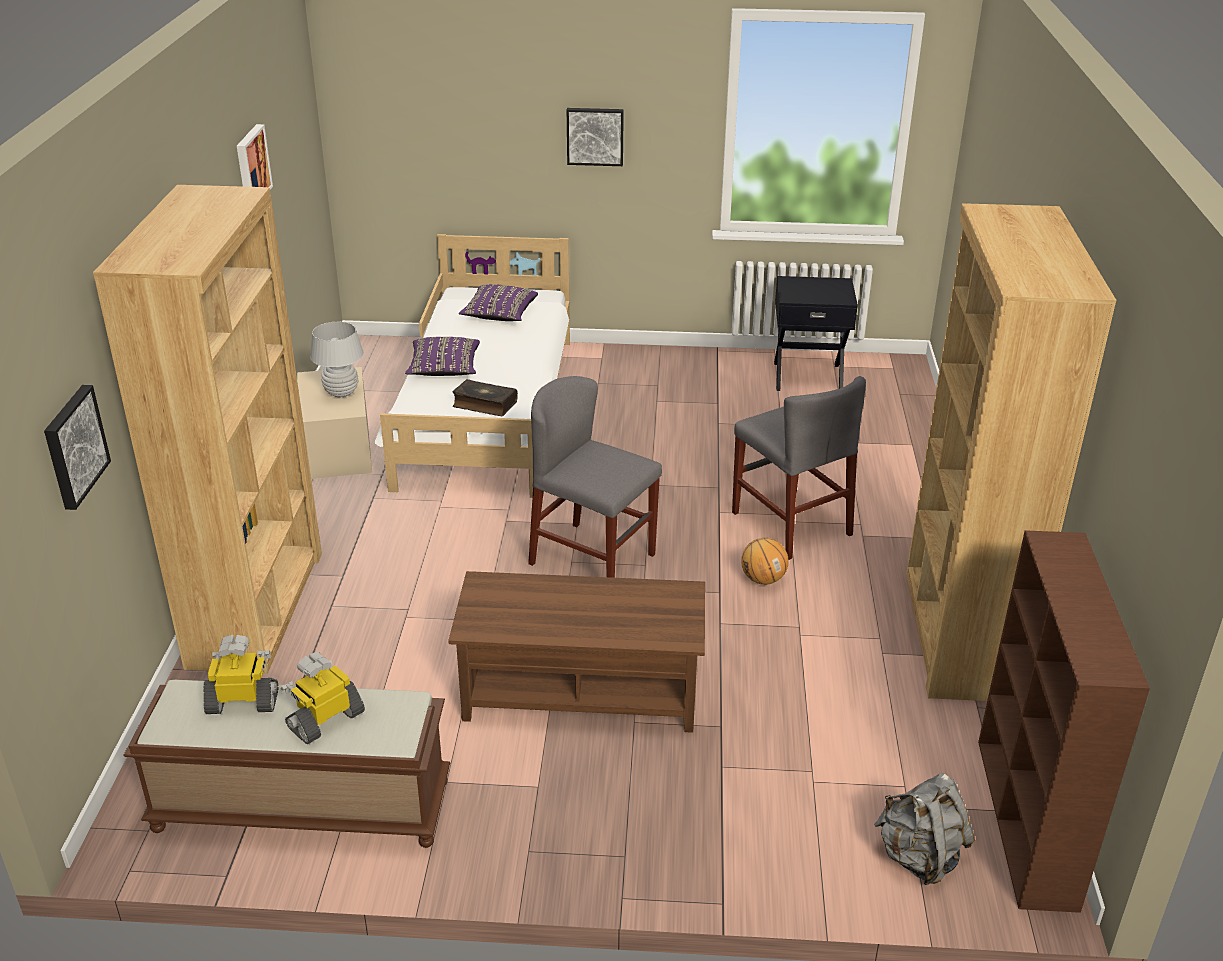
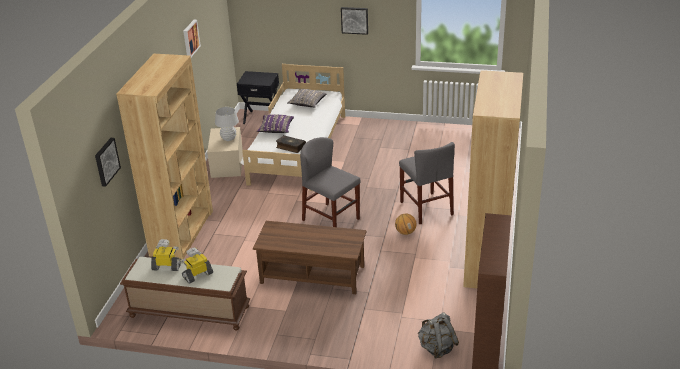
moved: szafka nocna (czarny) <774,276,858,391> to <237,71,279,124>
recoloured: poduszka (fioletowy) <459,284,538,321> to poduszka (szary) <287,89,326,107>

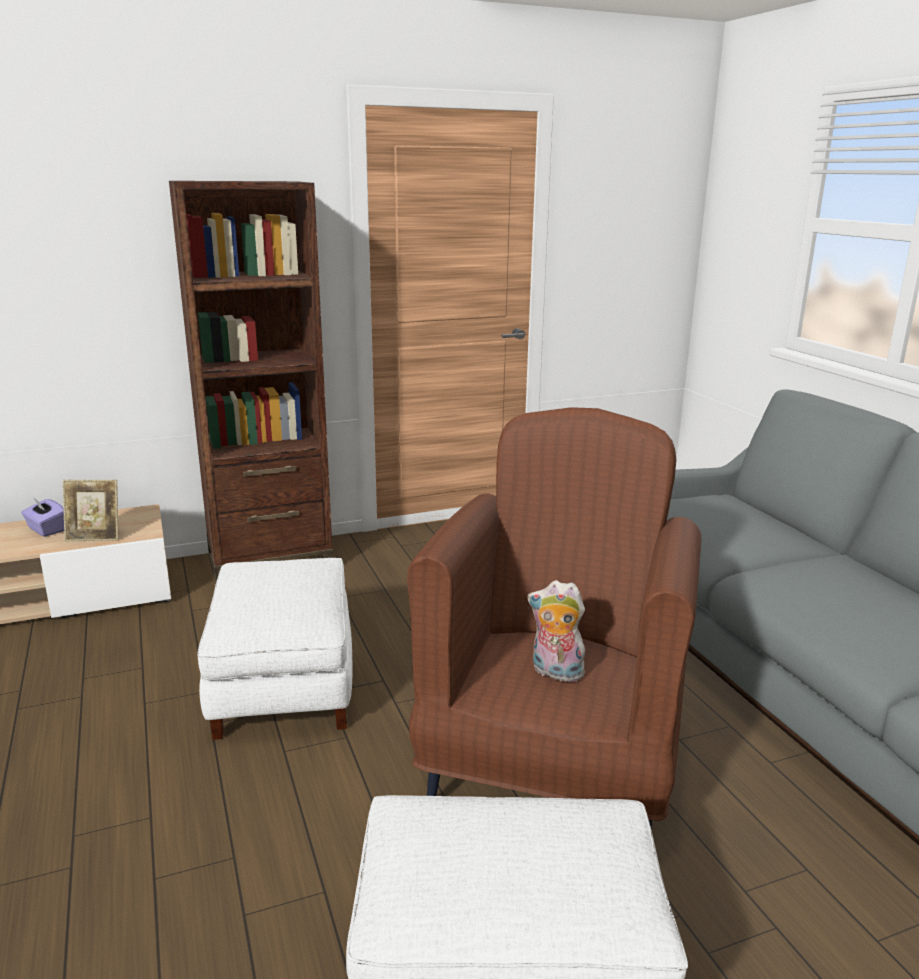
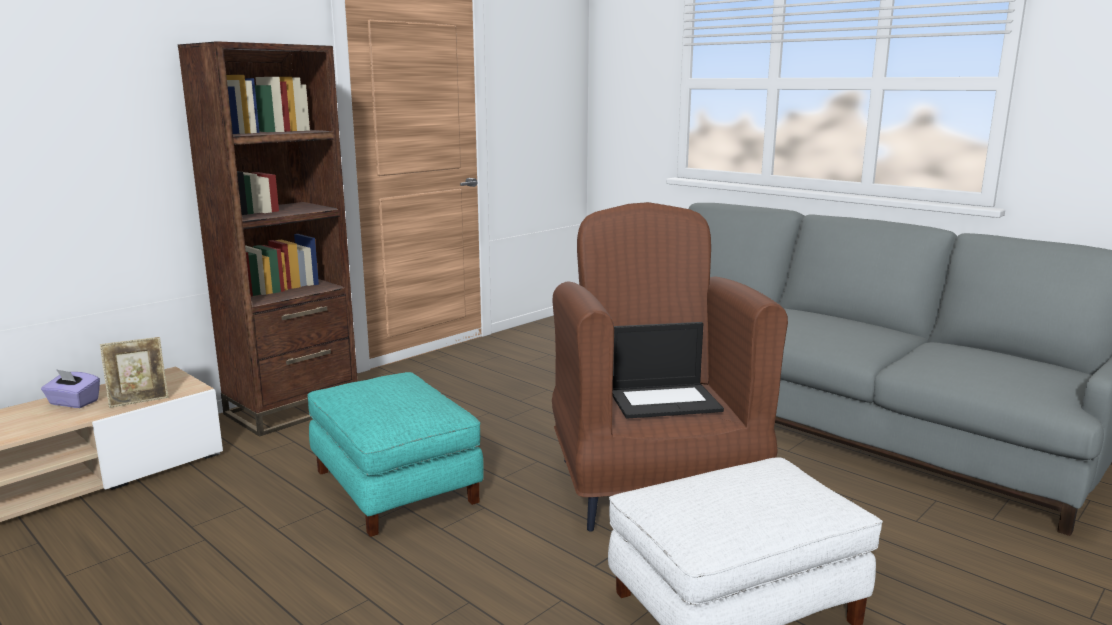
replaced: pluszak <528,580,590,684> to laptop <613,322,724,419>
recoloured: pufa (biały) <197,558,352,740> to pufa (turkusowy) <307,372,484,537>

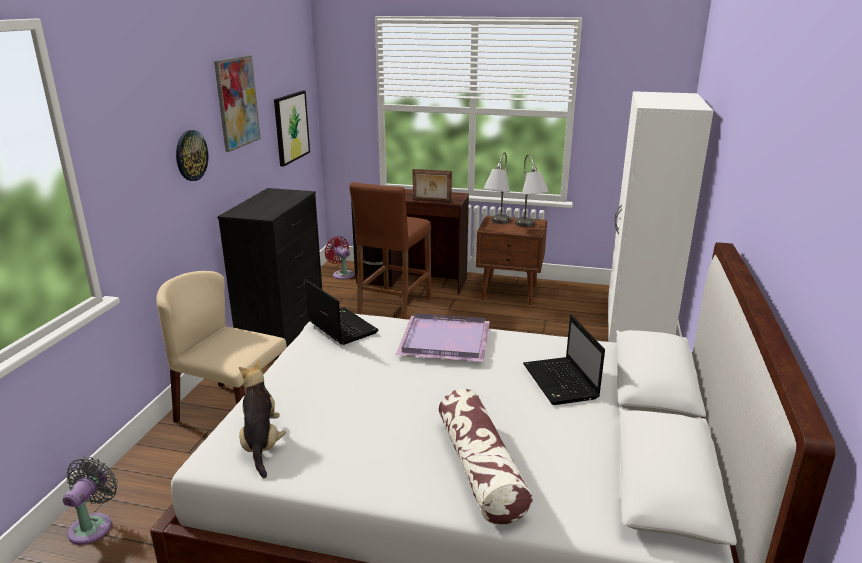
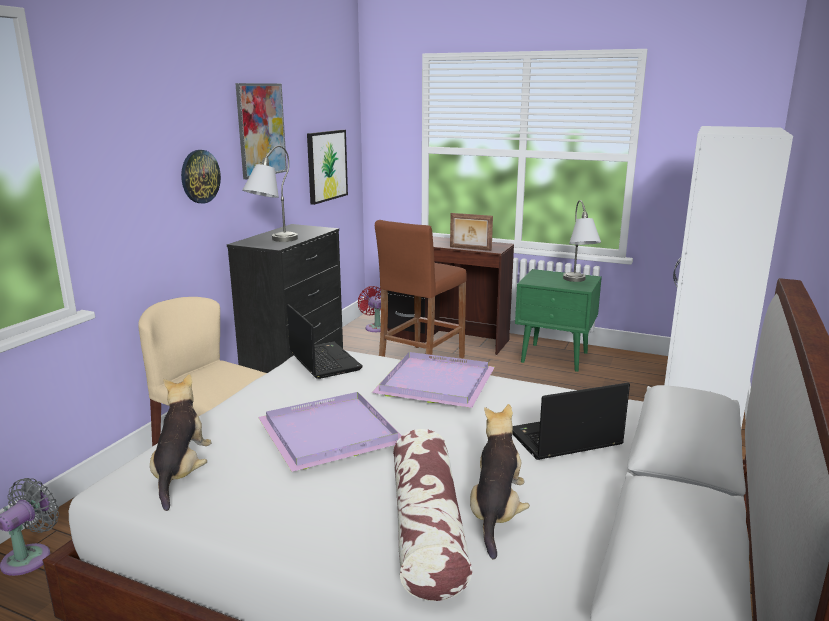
added: taca (fioletowy) <258,392,402,472>; pluszak <470,404,530,559>
moved: lampa stołowa (szary) <483,152,511,224> to <243,146,298,242>
recoloured: szafka nocna (brązowy) <476,215,547,305> to szafka nocna (zielony) <515,269,602,372>
turned: laptop <523,315,605,405> = <512,383,630,460> 75 degrees clockwise

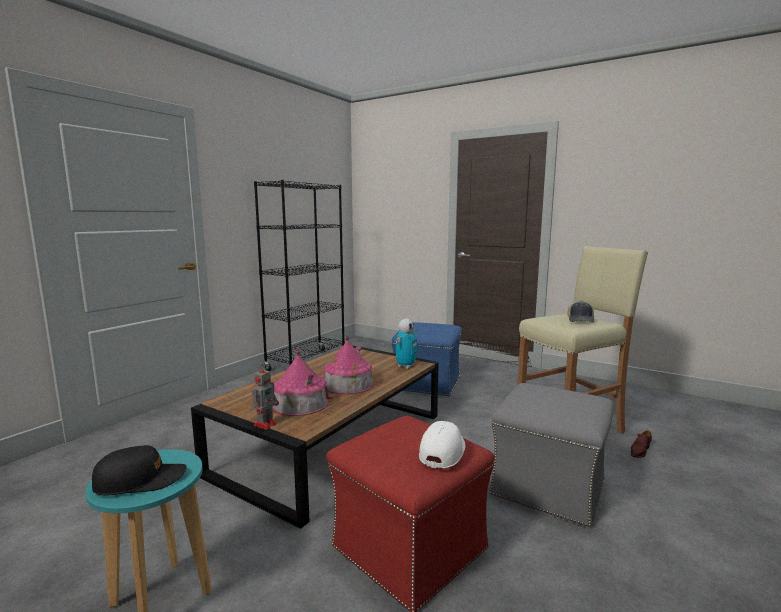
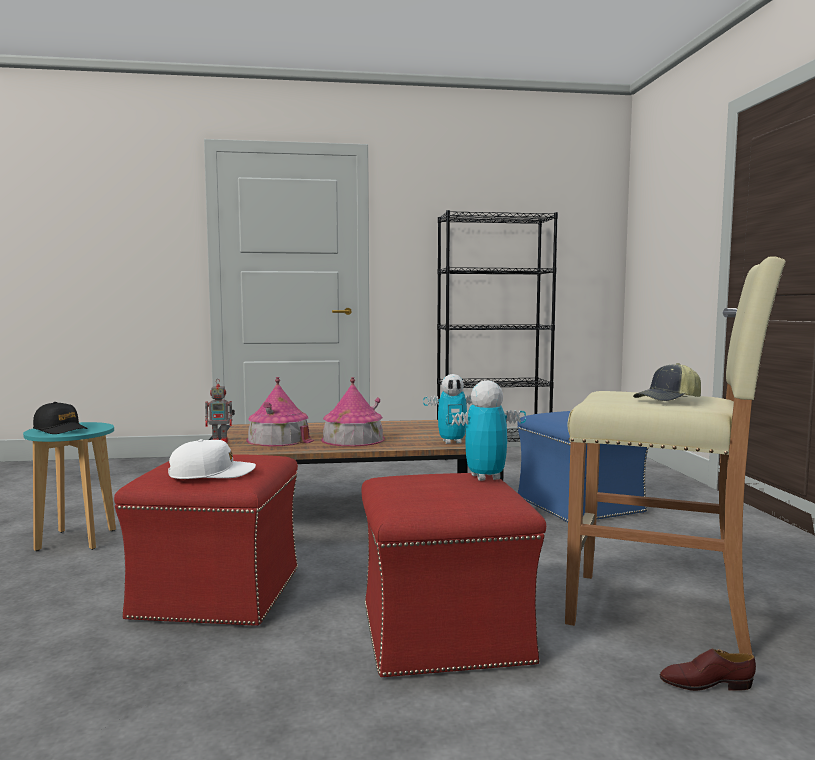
added: robot zabawkowy <446,381,526,481>
recoloured: pufa (szary) <489,383,614,527> to pufa (czerwony) <362,473,546,678>

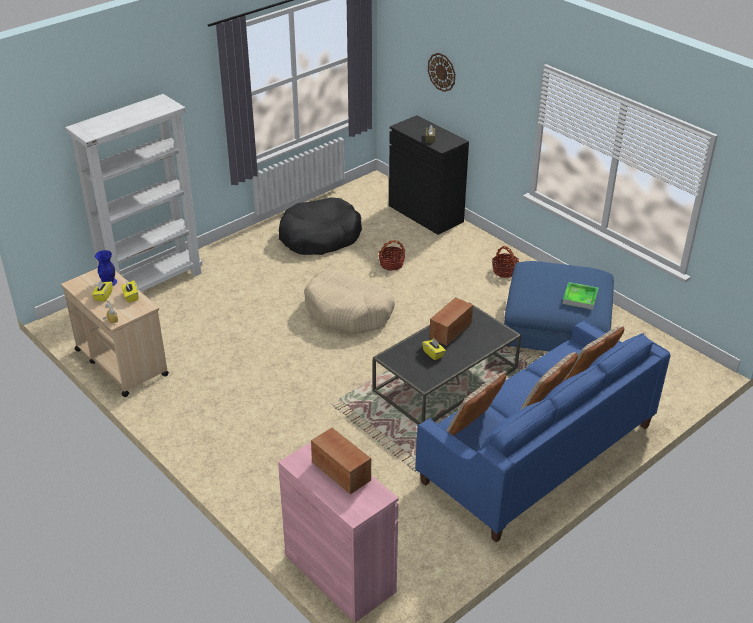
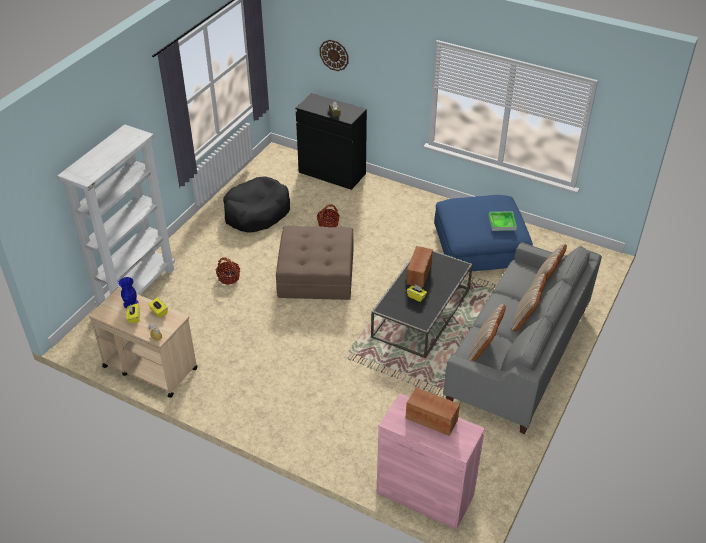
moved: koszyk <492,246,519,278> to <216,257,240,285>
replaced: legowisko (beżowy) <304,270,395,334> to pufa (brązowy) <276,226,353,300>
recoloured: kanapa (niebieski) <415,320,671,543> to kanapa (szary) <443,242,602,434>

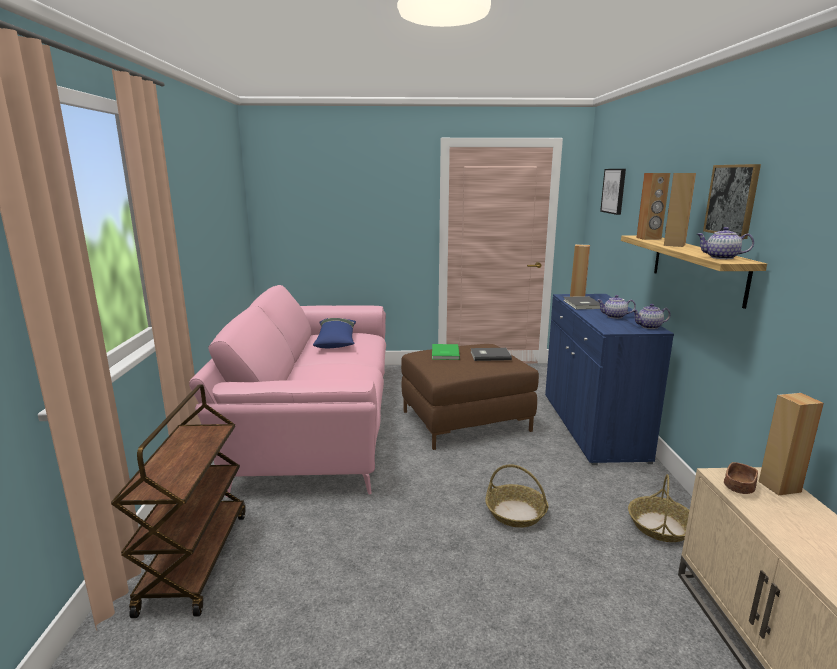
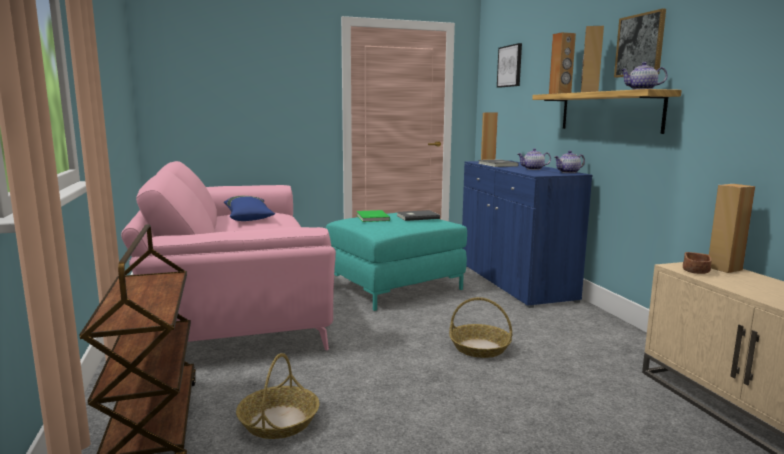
moved: koszyk <628,474,689,542> to <236,353,319,439>
recoloured: pufa (brązowy) <401,344,539,450> to pufa (turkusowy) <326,213,467,311>

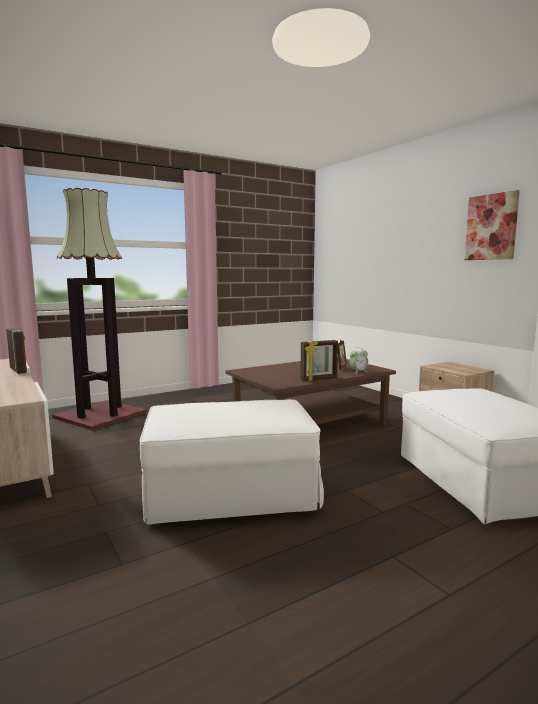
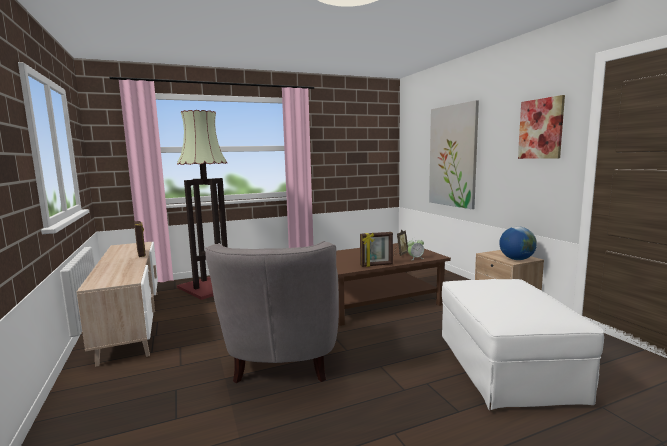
added: obraz <429,100,479,209>; globus <499,226,537,260>
replaced: pufa (biały) <140,399,324,525> to fotel (szary) <205,241,339,383>

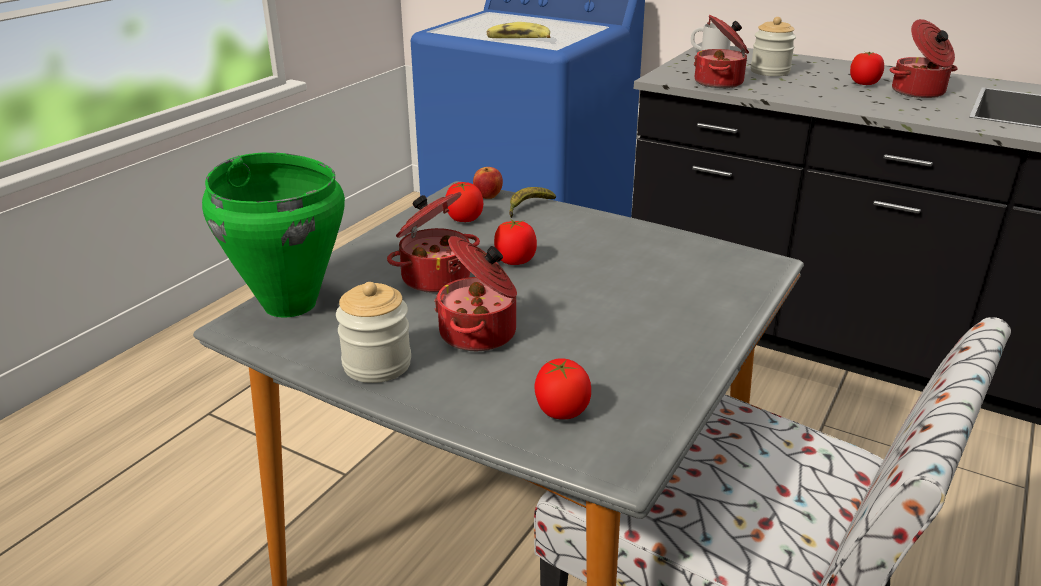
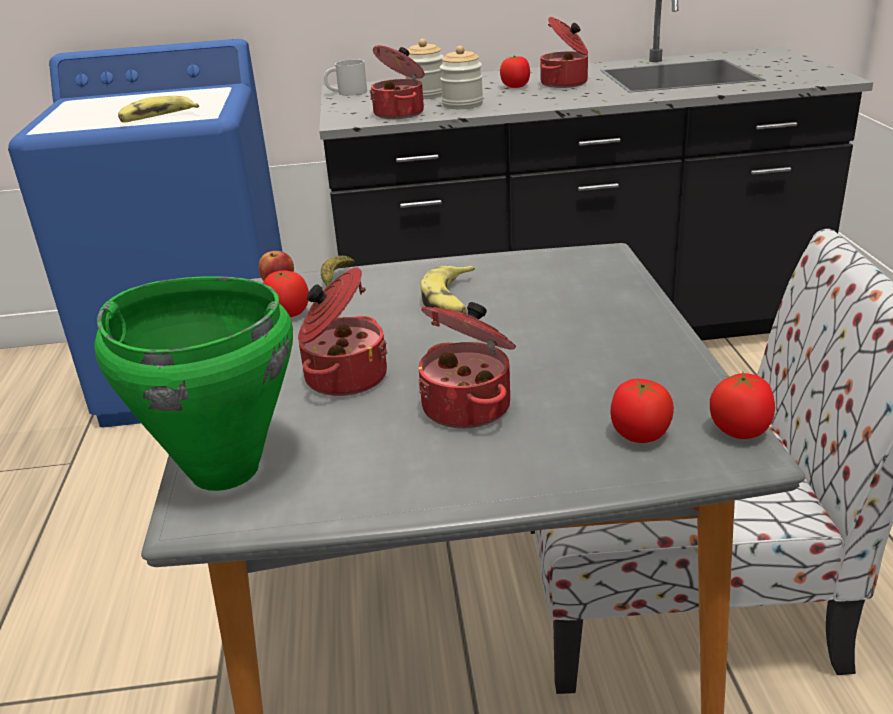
added: banan <421,265,475,315>
moved: pomidor <494,219,537,265> to <710,372,775,439>; słoik <336,282,411,383> to <440,46,483,109>

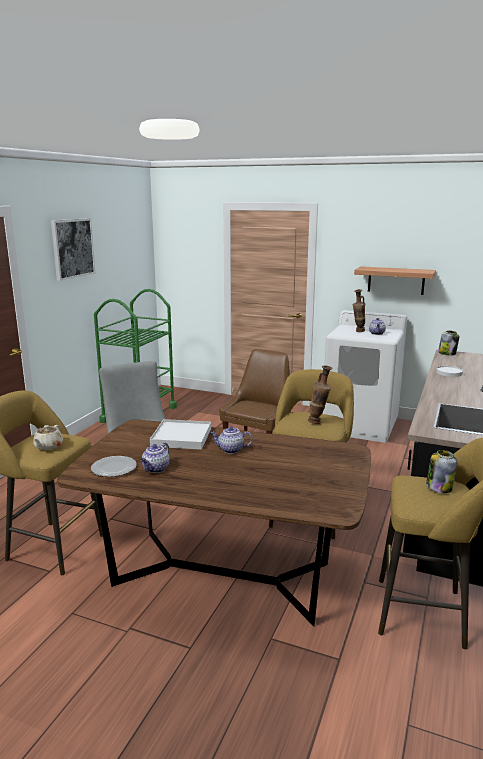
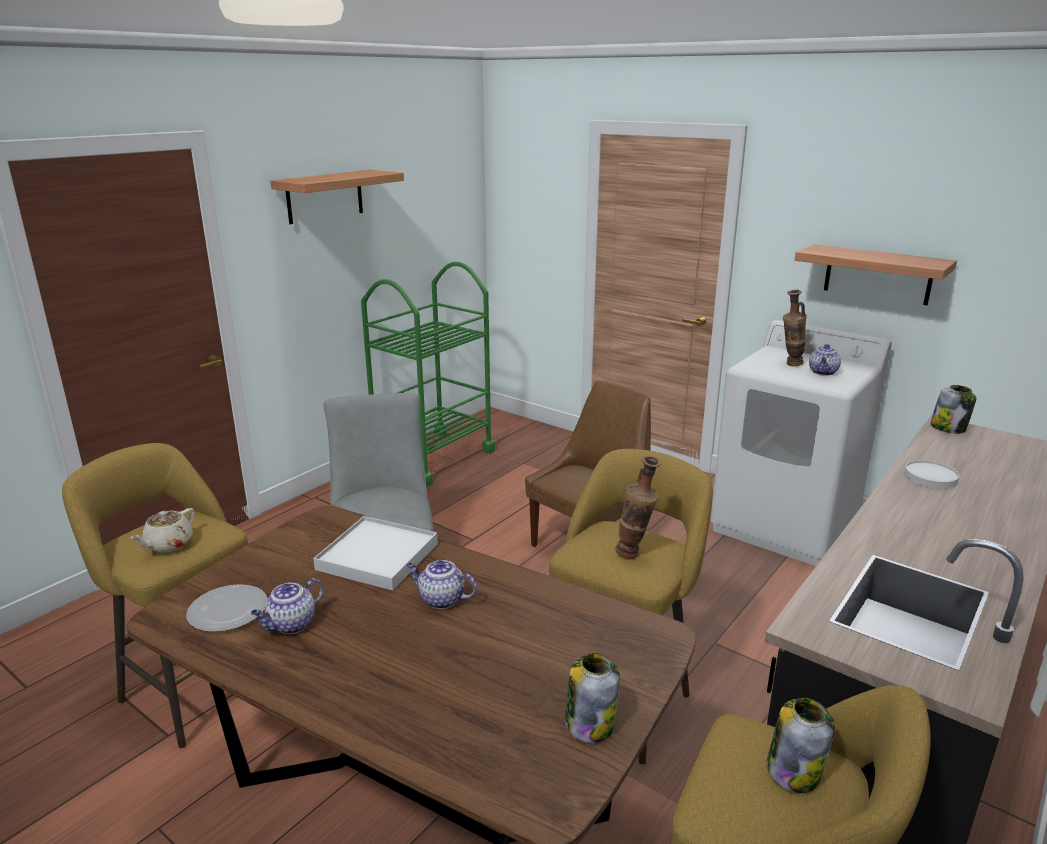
added: słoik <565,653,620,743>
replaced: obraz <51,218,96,281> to półka <270,170,404,224>

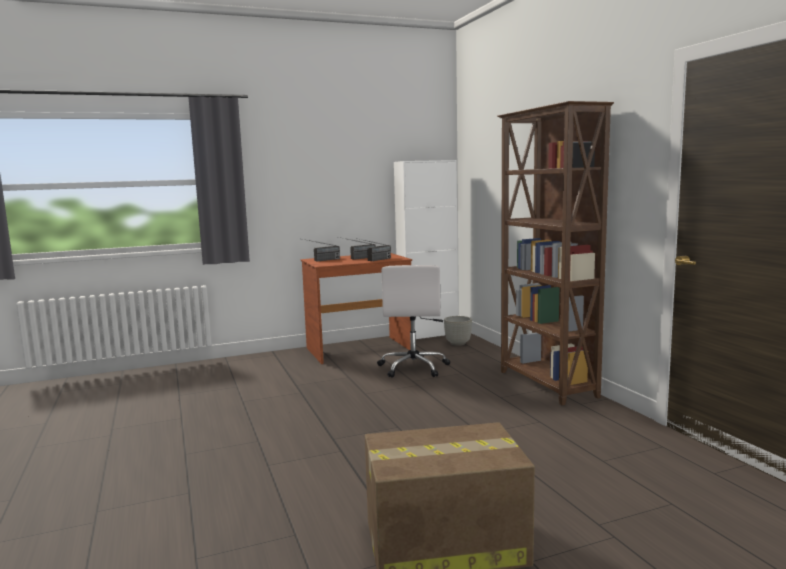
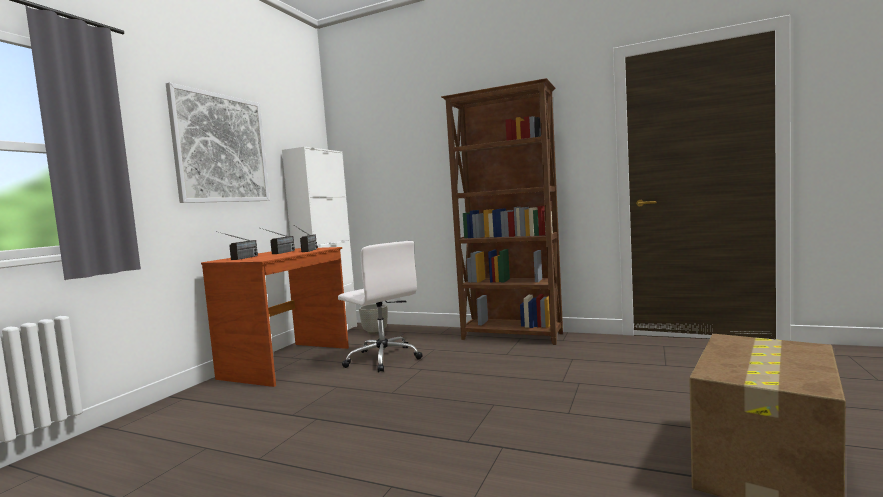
added: obraz <166,82,269,203>

